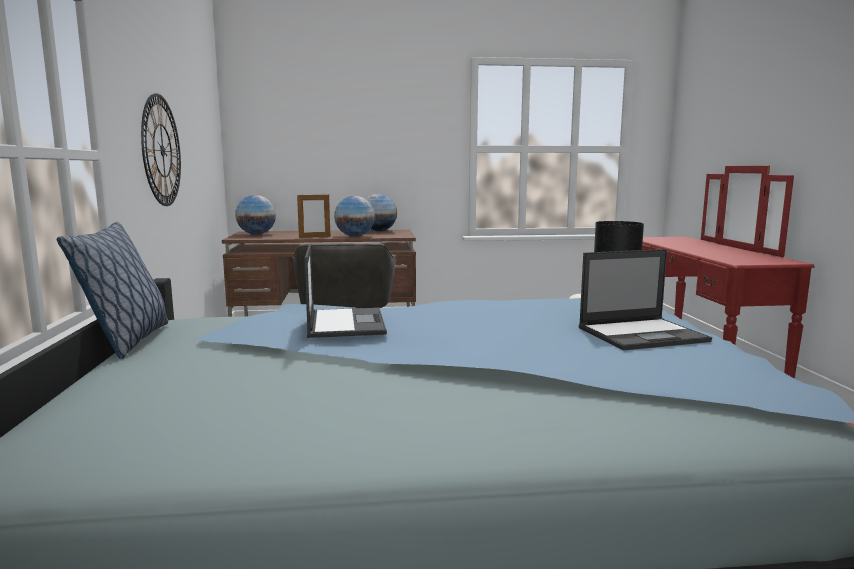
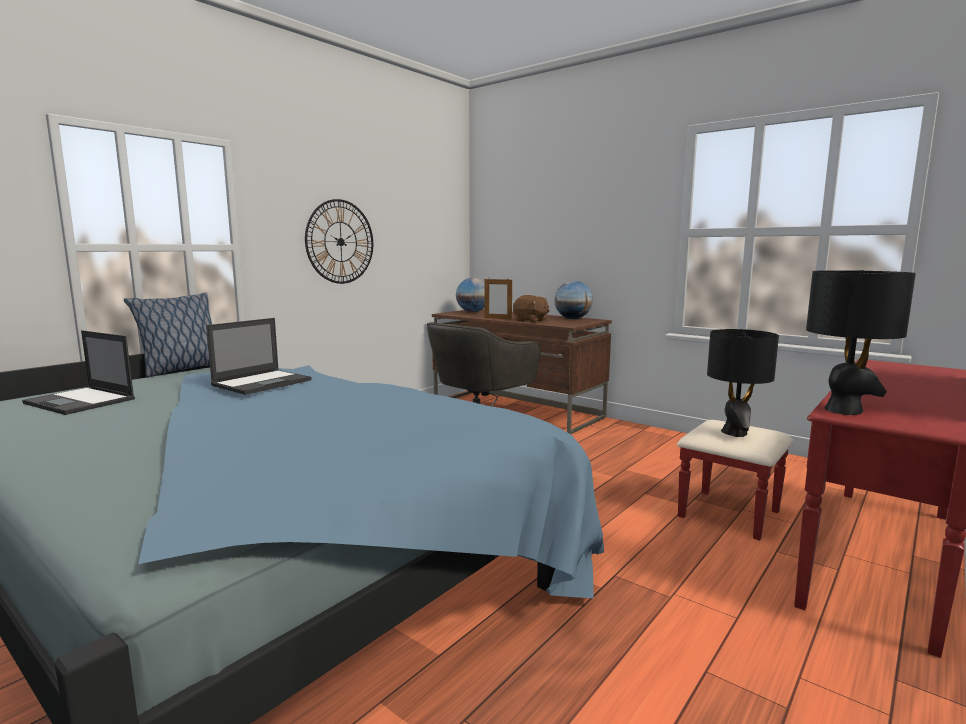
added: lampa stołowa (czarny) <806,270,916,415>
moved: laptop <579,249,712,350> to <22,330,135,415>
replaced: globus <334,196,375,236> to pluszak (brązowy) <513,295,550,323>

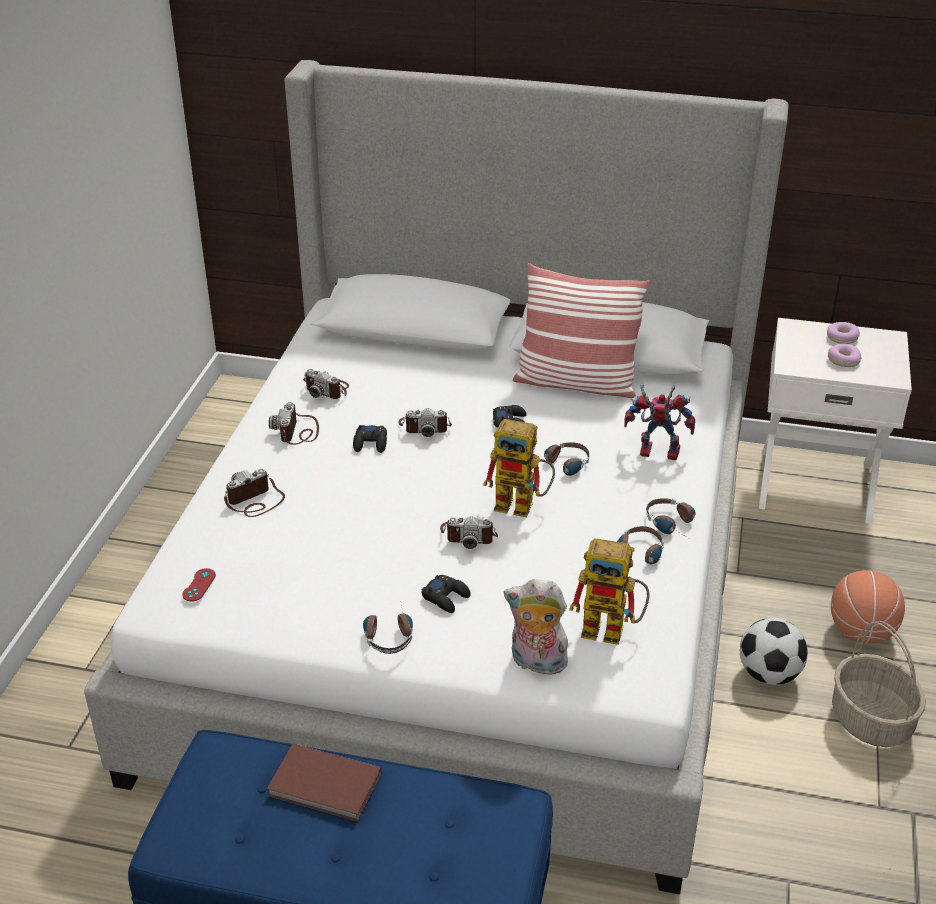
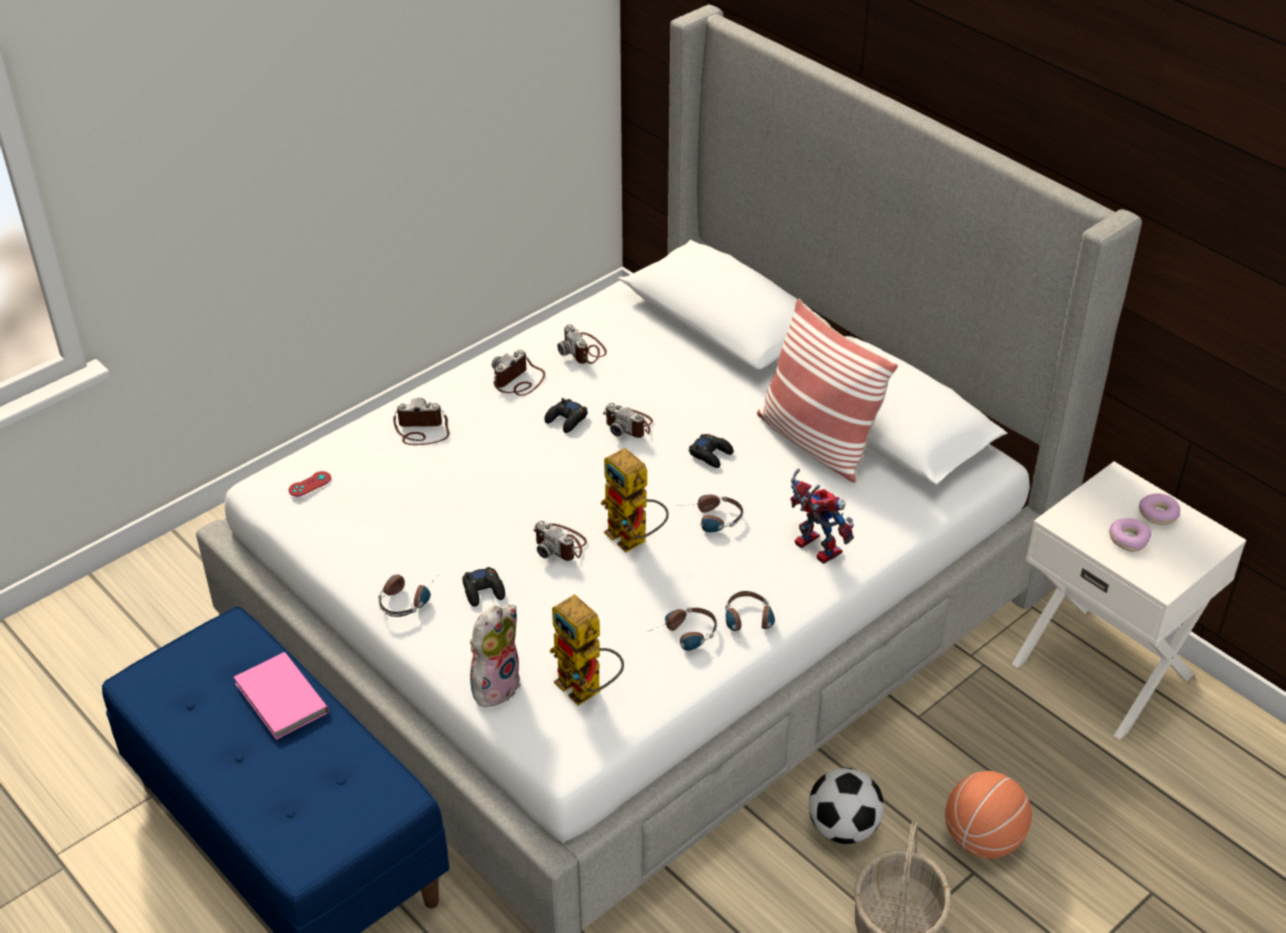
recoloured: książka (brązowy) <267,743,382,822> to książka (różowy) <234,652,329,740>
turned: pluszak <504,579,568,675> = <464,604,521,707> 75 degrees clockwise

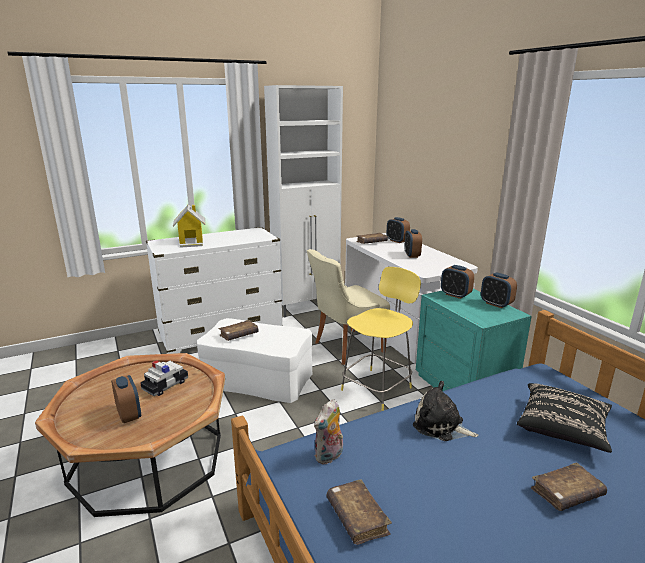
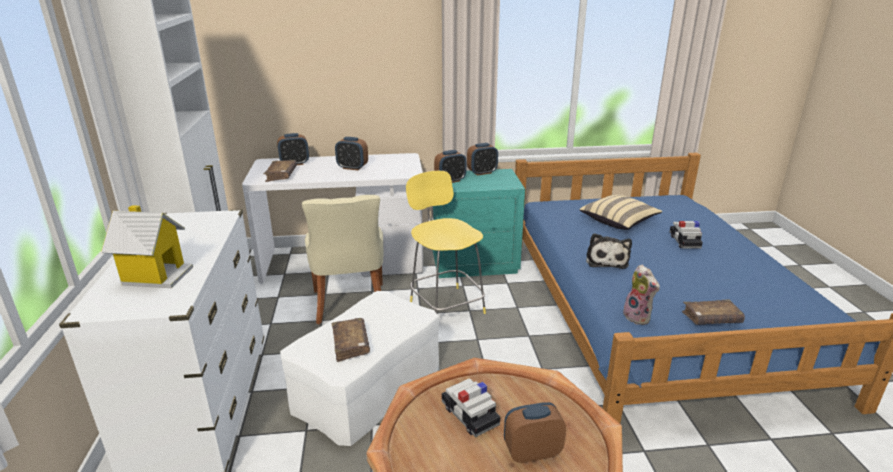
replaced: książka (brązowy) <531,462,607,511> to samochodzik <670,221,703,248>
recoloured: poduszka (czarny) <517,383,612,453> to poduszka (beżowy) <580,194,662,230>
turned: pluszak <413,381,478,441> = <586,233,632,269> 45 degrees counterclockwise

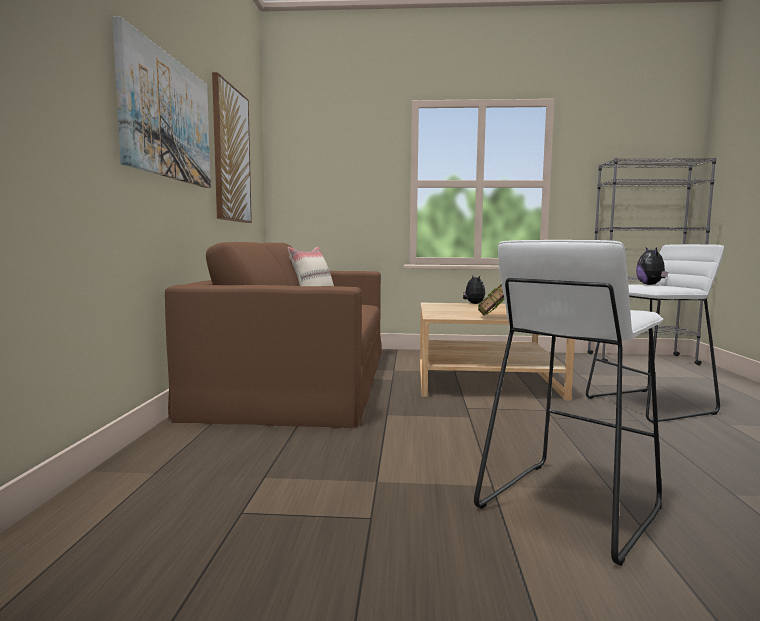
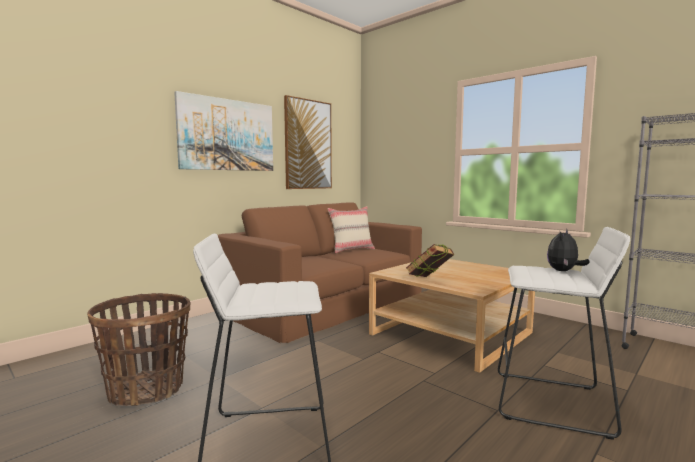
removed: pluszak <463,275,485,304>
added: koszyk <87,293,191,406>

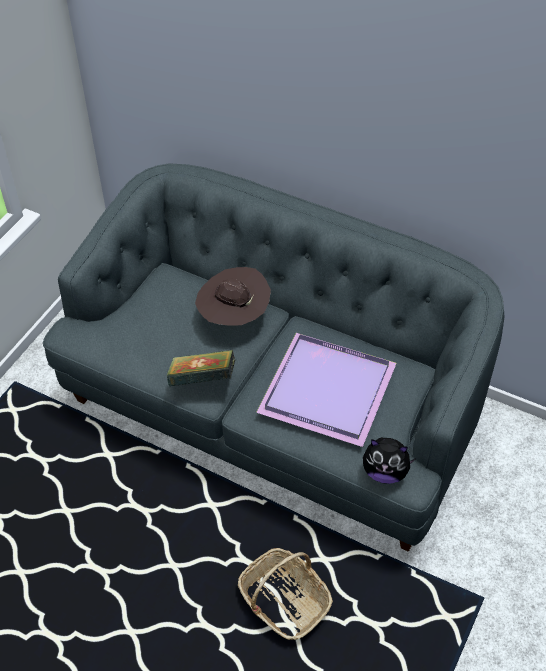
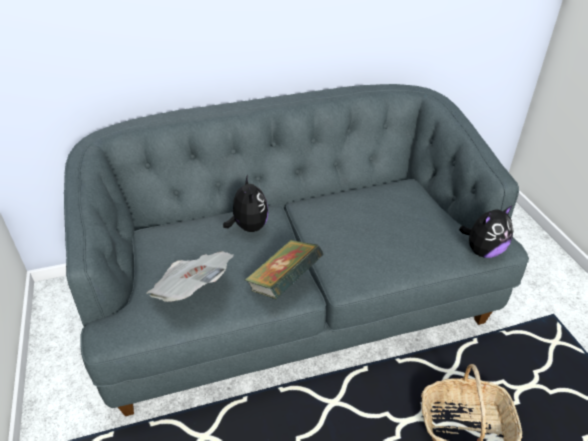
removed: taca (fioletowy) <256,333,397,447>
added: gazeta <146,251,234,302>
replaced: kapelusz (brązowy) <195,267,271,326> to pluszak <223,174,268,232>

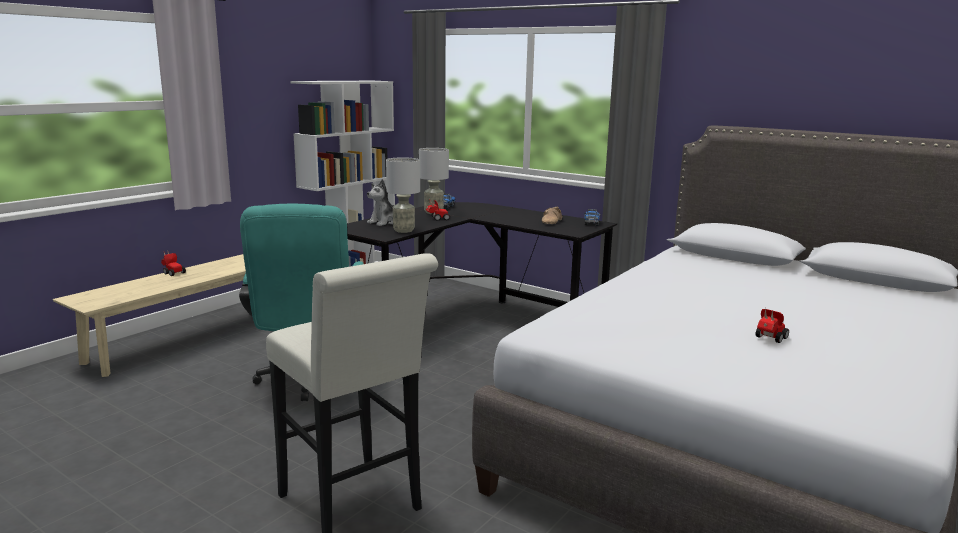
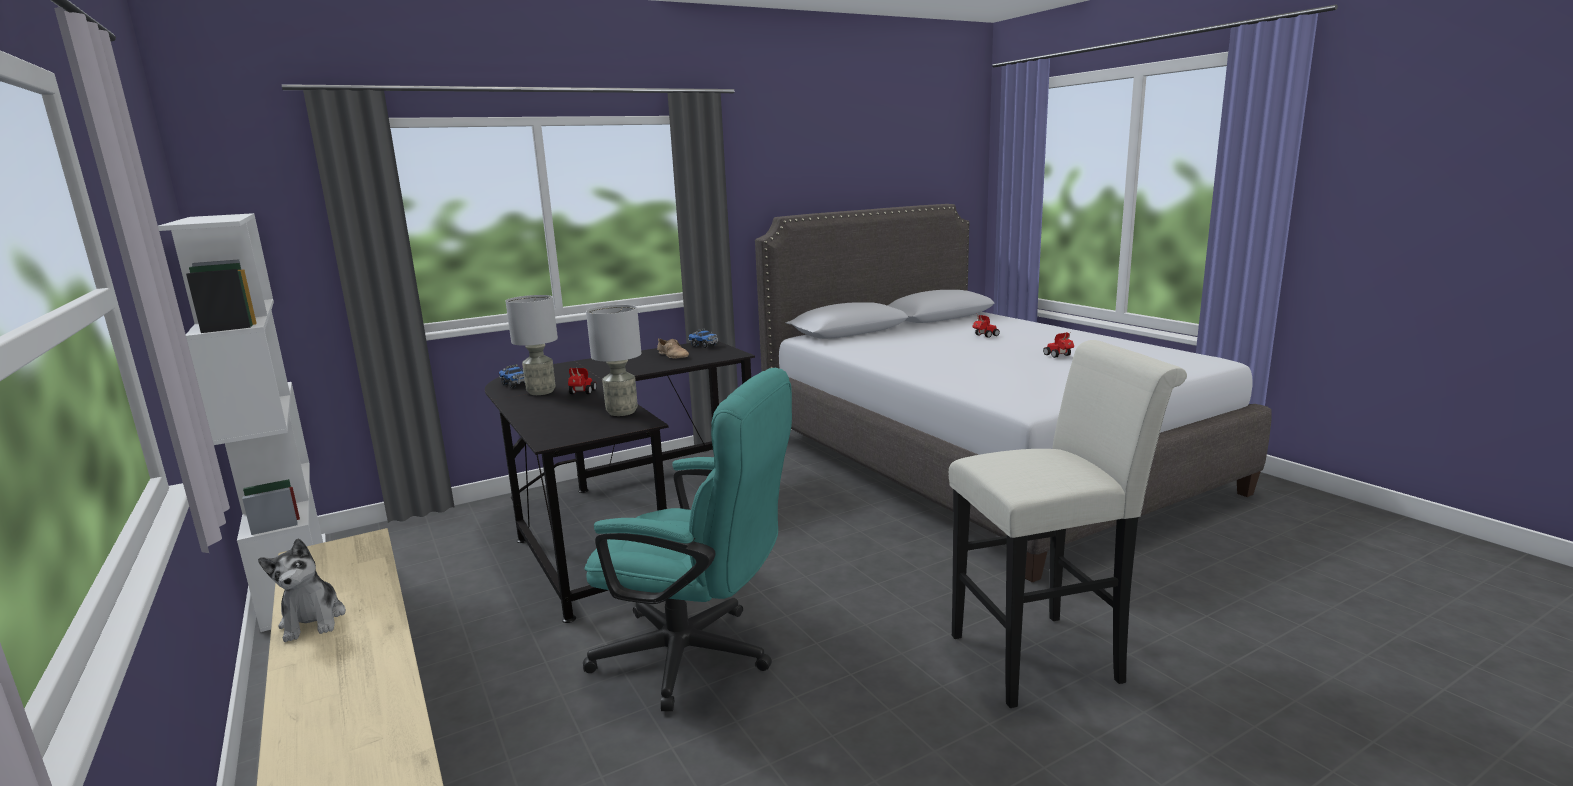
moved: pluszak <367,179,394,226> to <258,538,346,642>; samochodzik <161,252,186,276> to <973,315,1000,338>

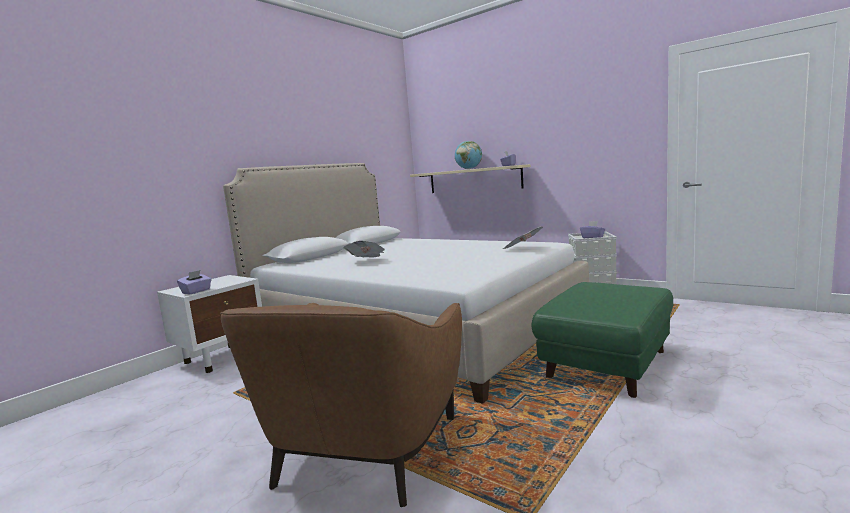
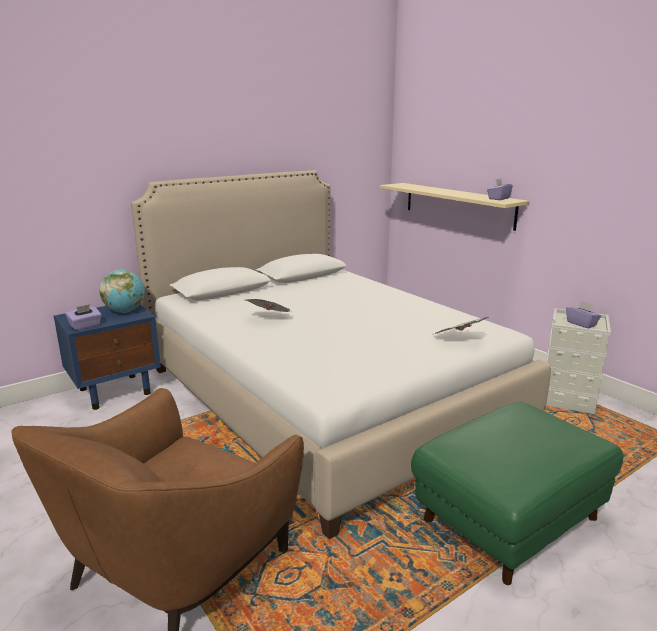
moved: globus <455,141,482,169> to <99,270,145,313>
recoloured: szafka nocna (biały) <157,275,262,373> to szafka nocna (niebieski) <54,305,161,410>

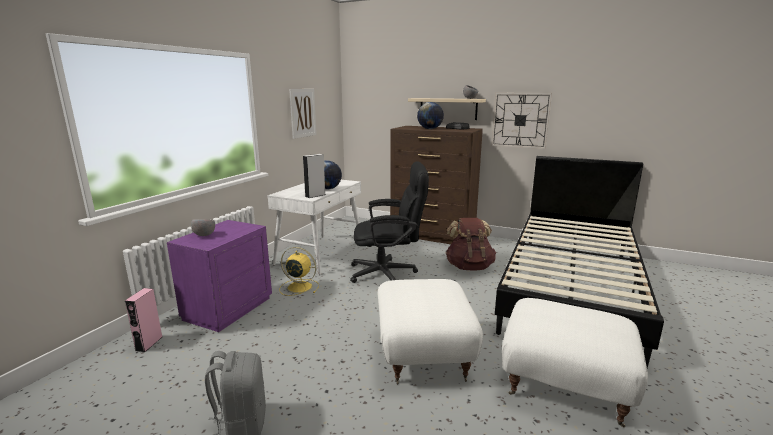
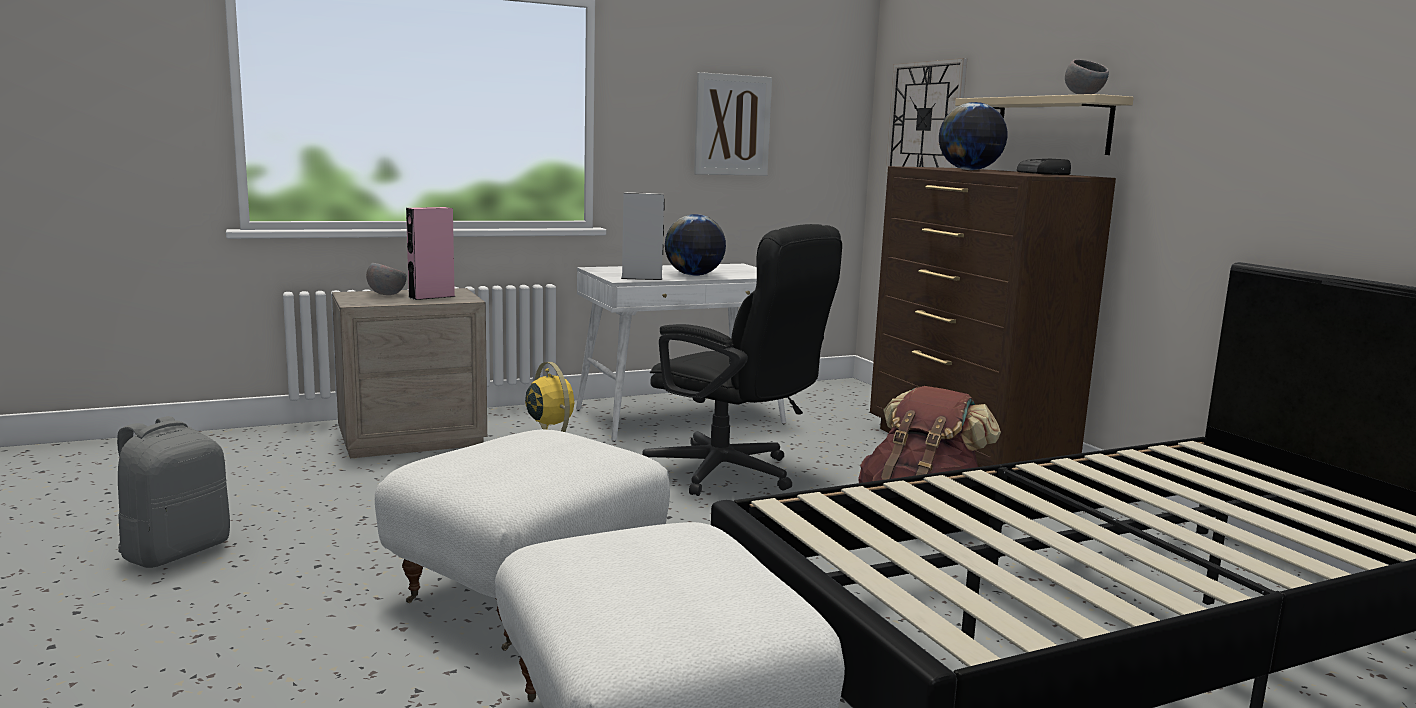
moved: zegar ścienny <491,93,552,149> to <886,58,967,173>; głośnik (różowy) <125,288,162,353> to <406,207,455,300>
recoloured: szafka nocna (fioletowy) <167,220,272,332> to szafka nocna (beżowy) <332,288,487,459>

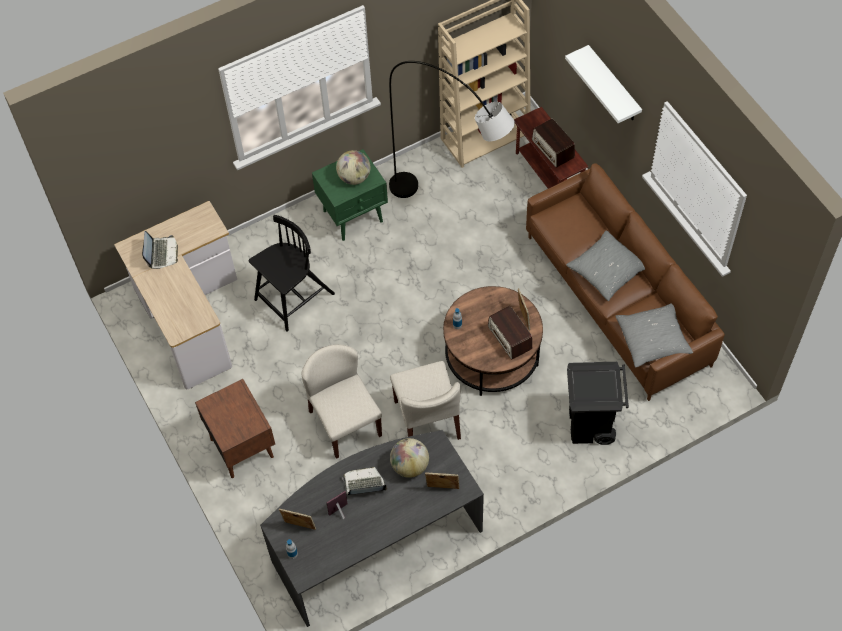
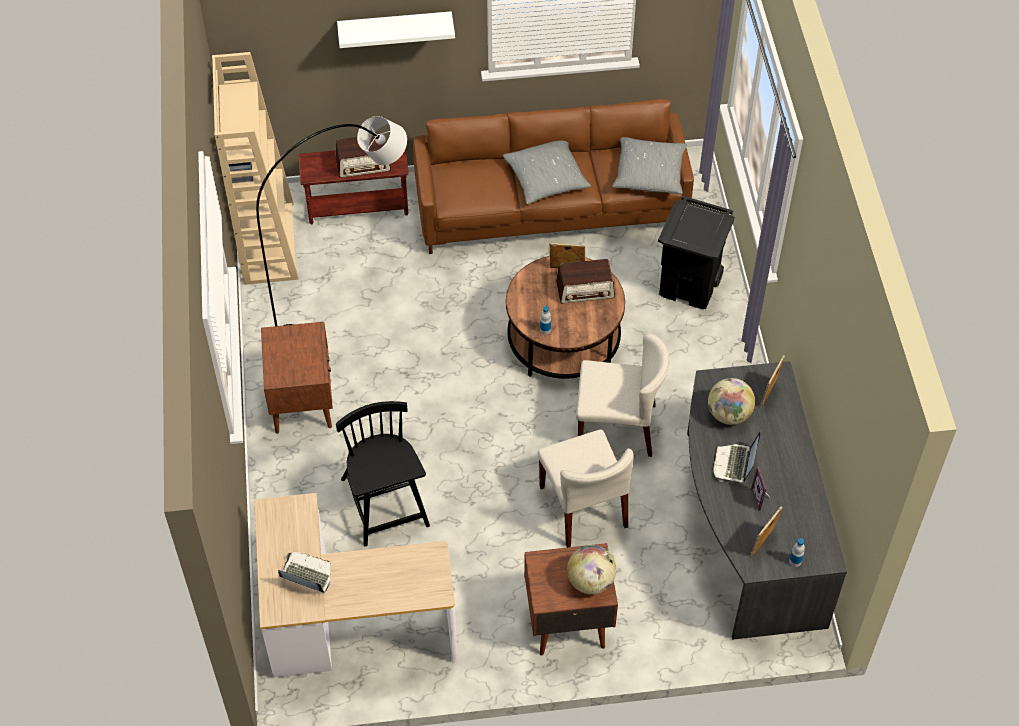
moved: globus <336,150,371,185> to <567,545,616,595>
recoloured: szafka nocna (zielony) <312,149,388,241> to szafka nocna (brązowy) <261,322,333,434>
turned: krzesło (beżowy) <302,344,382,459> = <538,429,634,547> 105 degrees counterclockwise

